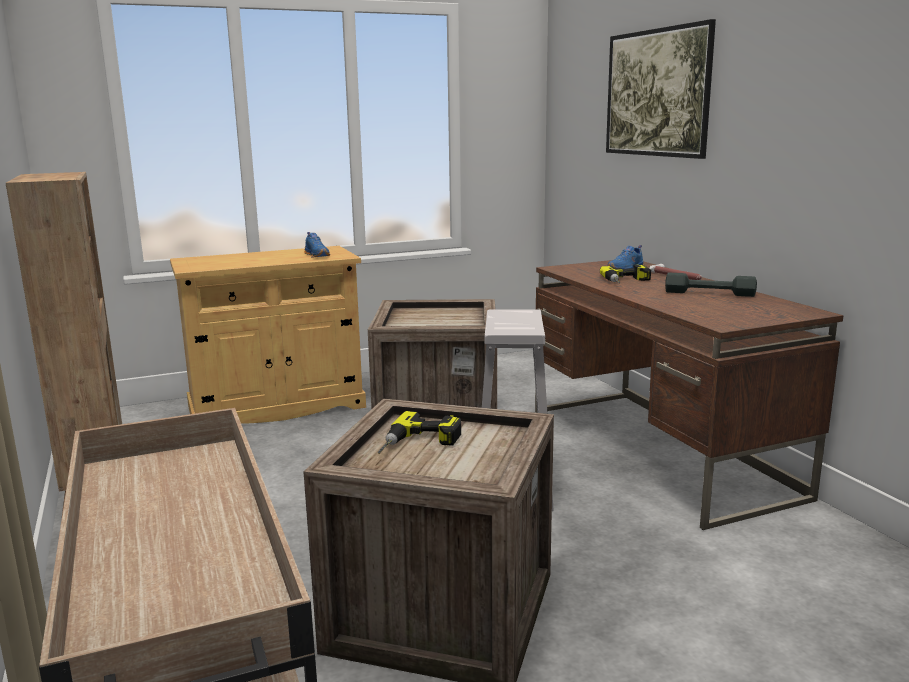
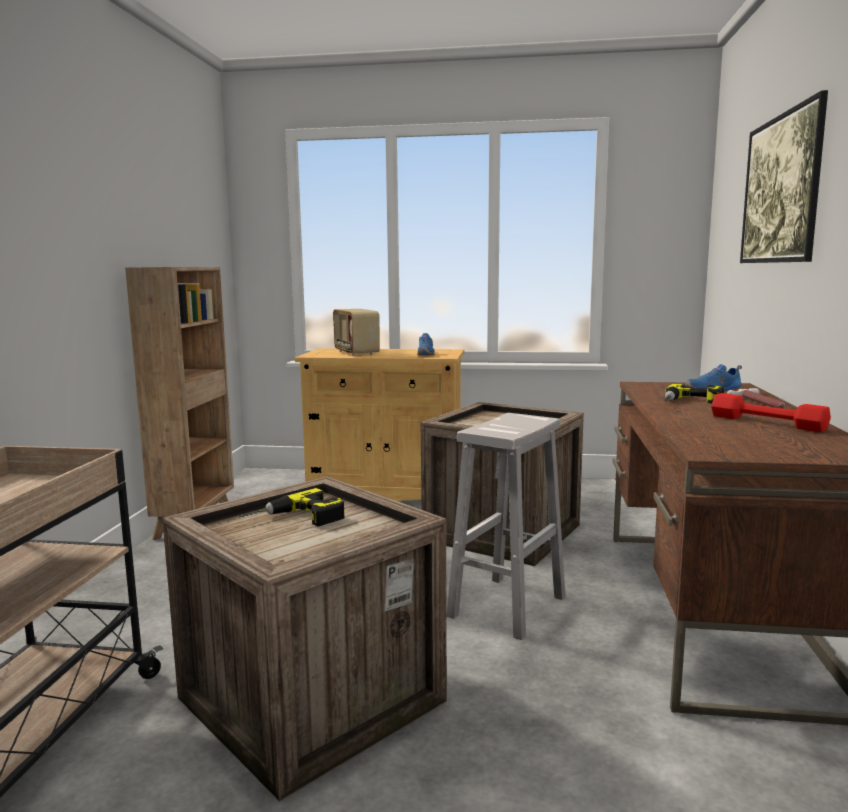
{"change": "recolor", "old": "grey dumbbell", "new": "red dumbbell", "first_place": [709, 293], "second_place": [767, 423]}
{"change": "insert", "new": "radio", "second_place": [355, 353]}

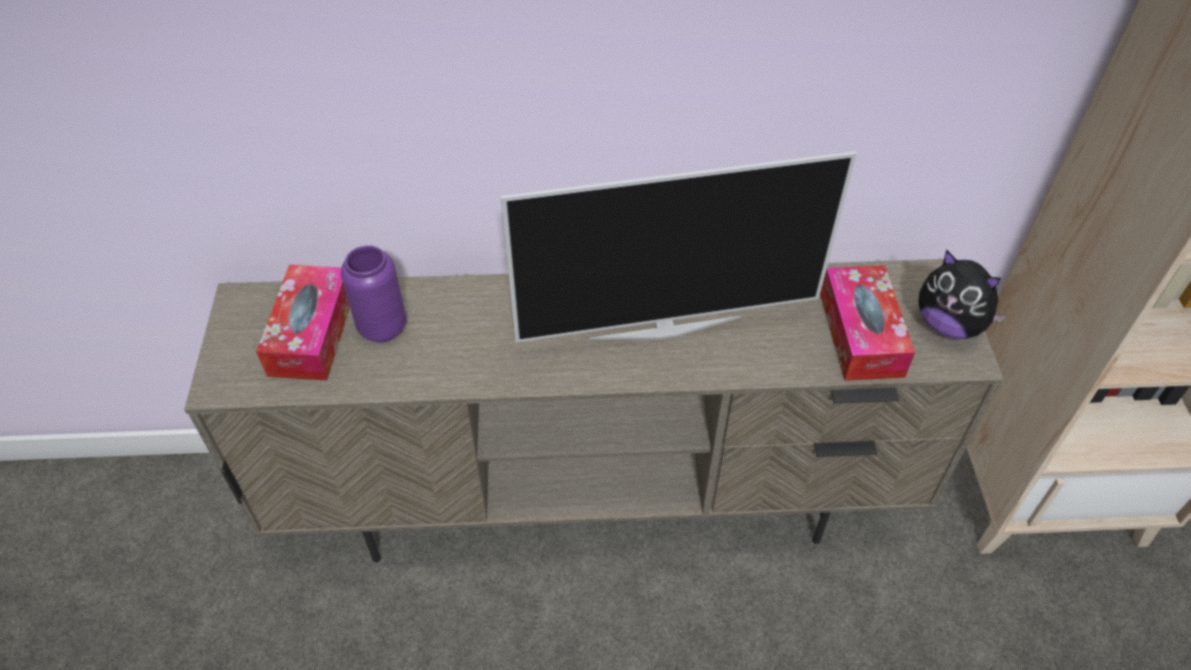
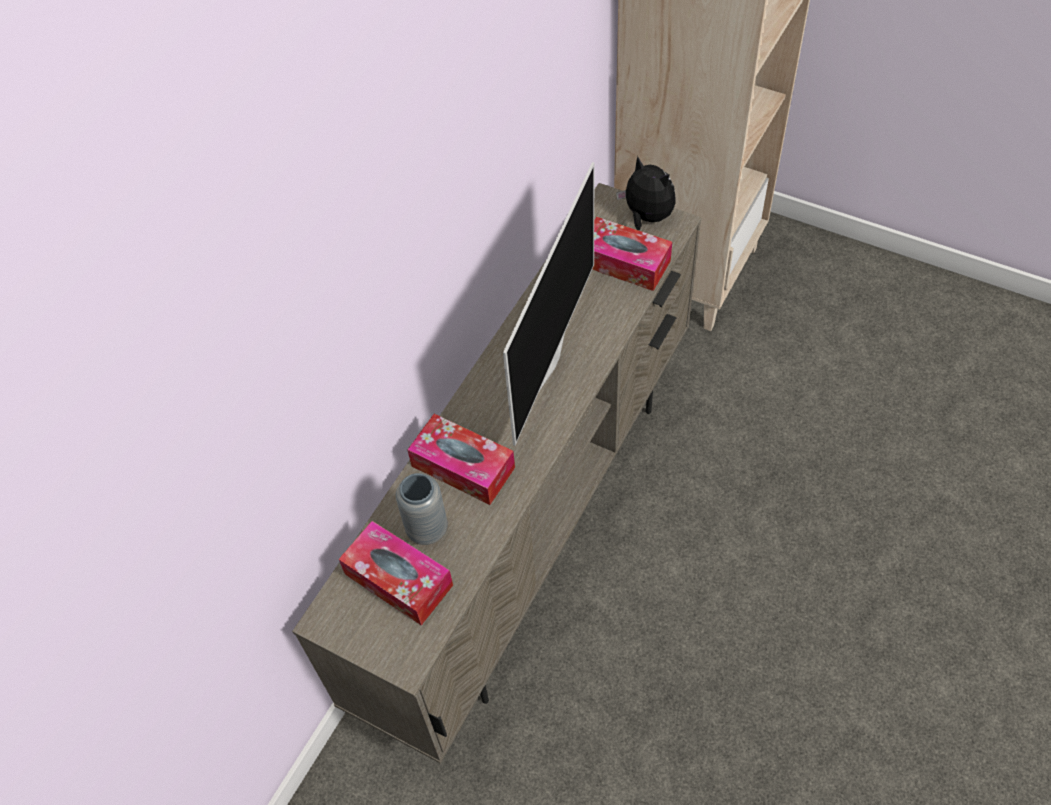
{"change": "recolor", "old": "purple vase", "new": "grey vase", "first_place": [383, 328], "second_place": [427, 529]}
{"change": "rotate", "old": "plush toy", "first_place": [949, 325], "second_place": [646, 217], "degrees": -120}
{"change": "insert", "new": "tissue box", "second_place": [463, 467]}

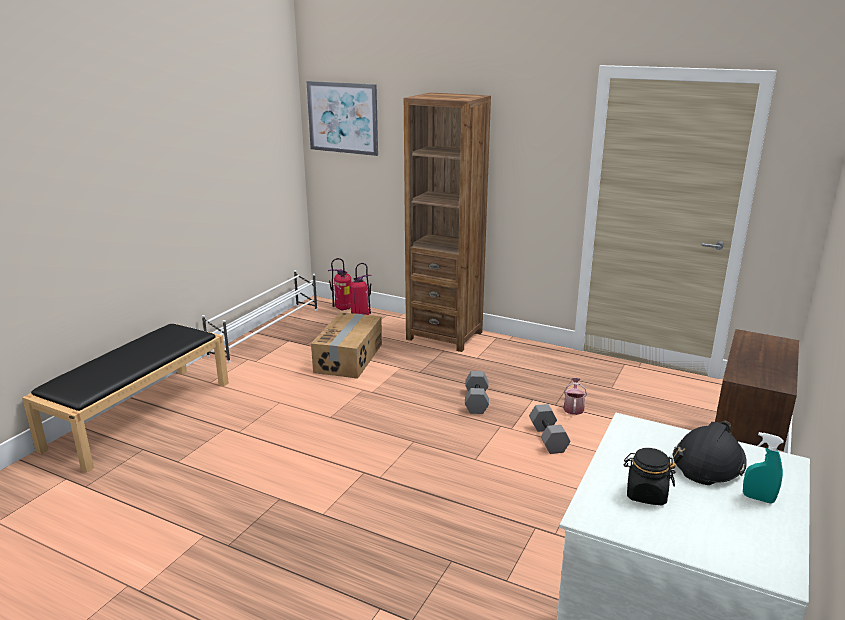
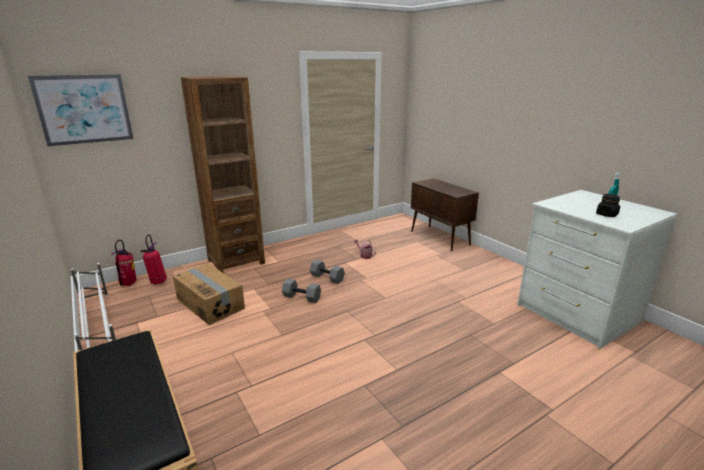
{"change": "move", "old": "grey dumbbell", "first_place": [549, 438], "second_place": [302, 297]}
{"change": "delete", "old": "black hard hat", "first_place": [708, 463]}

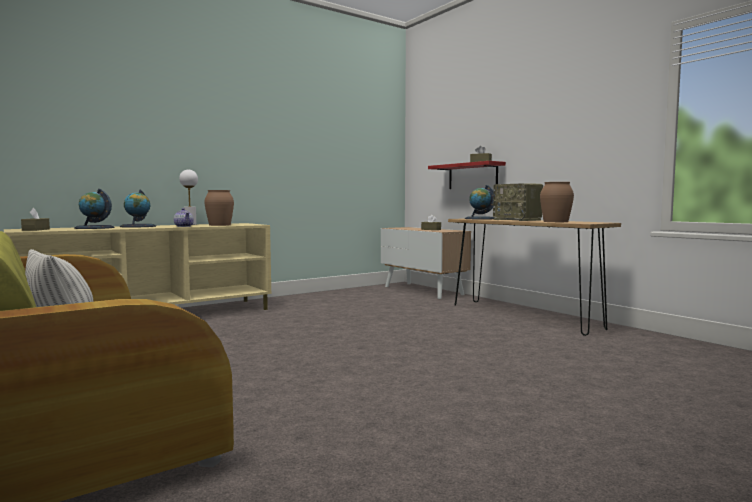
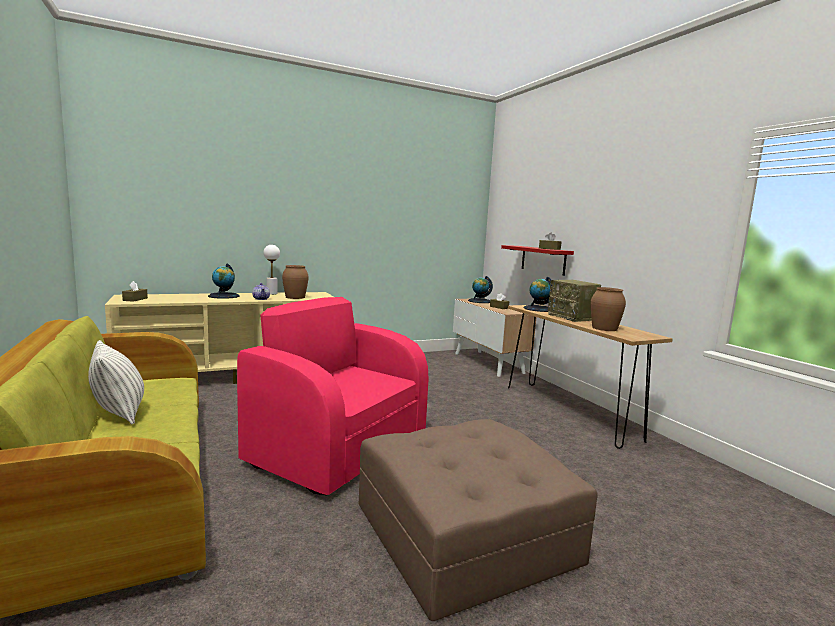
{"change": "move", "old": "globe", "first_place": [94, 228], "second_place": [479, 301]}
{"change": "insert", "new": "pink armchair", "second_place": [339, 447]}
{"change": "insert", "new": "brown ottoman", "second_place": [463, 532]}

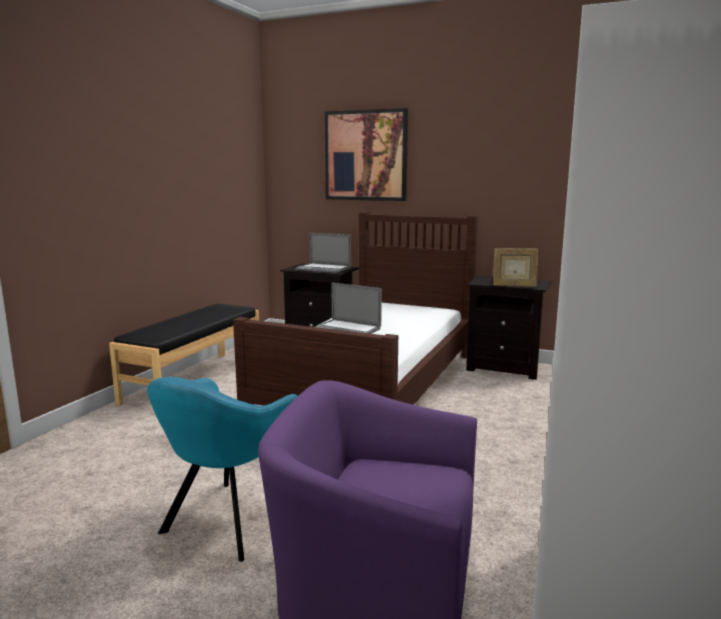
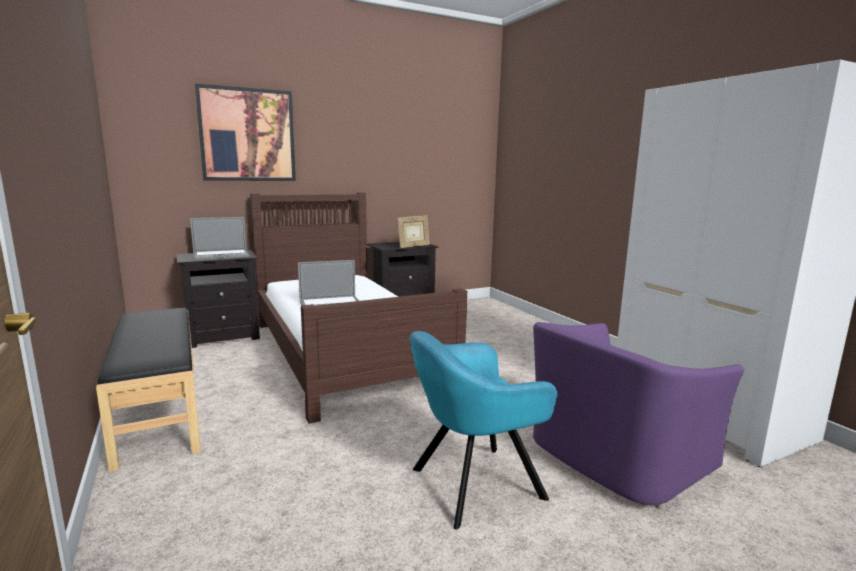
{"change": "rotate", "old": "turquoise armchair", "first_place": [228, 520], "second_place": [472, 485], "degrees": 90}

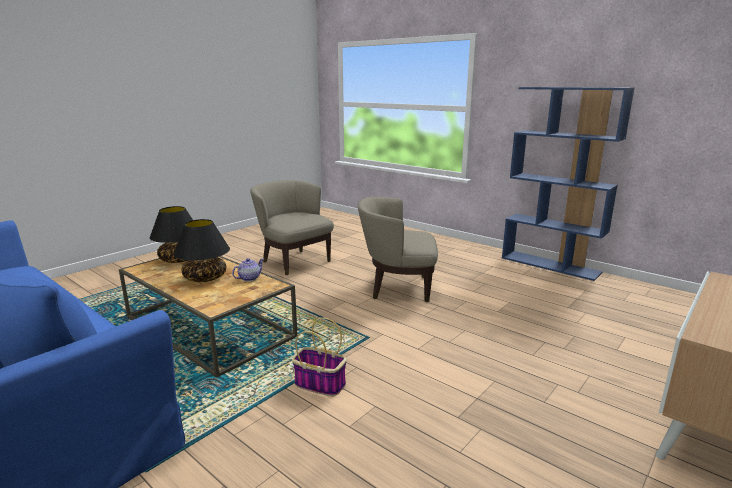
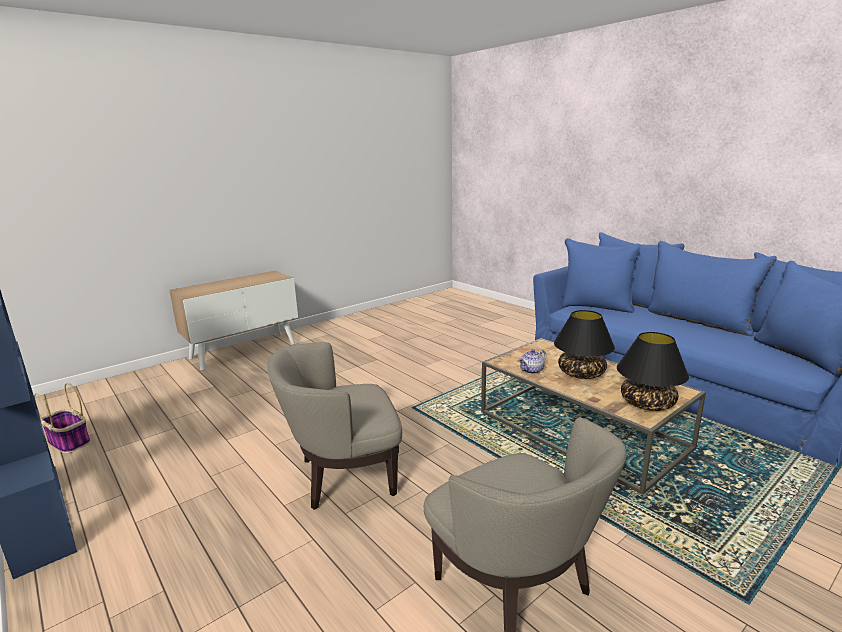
{"change": "move", "old": "basket", "first_place": [319, 384], "second_place": [70, 442]}
{"change": "rotate", "old": "beige armchair", "first_place": [397, 288], "second_place": [343, 476], "degrees": 150}

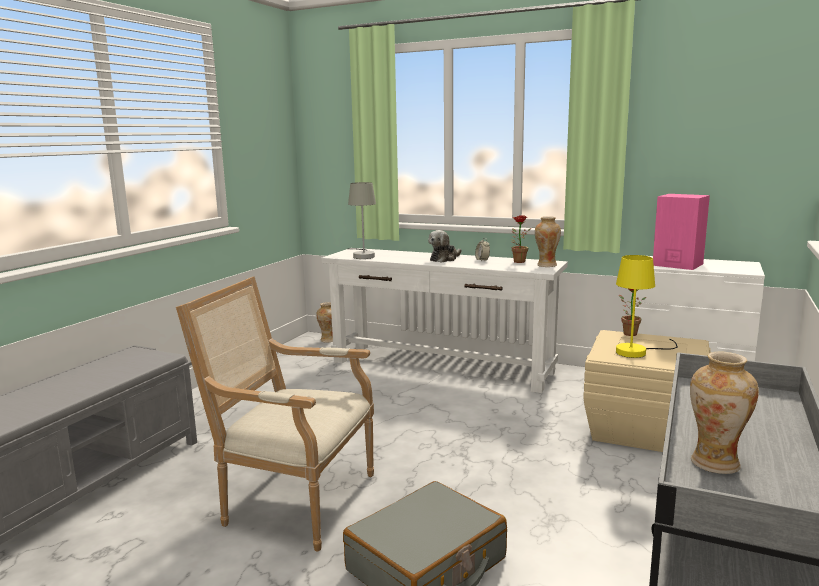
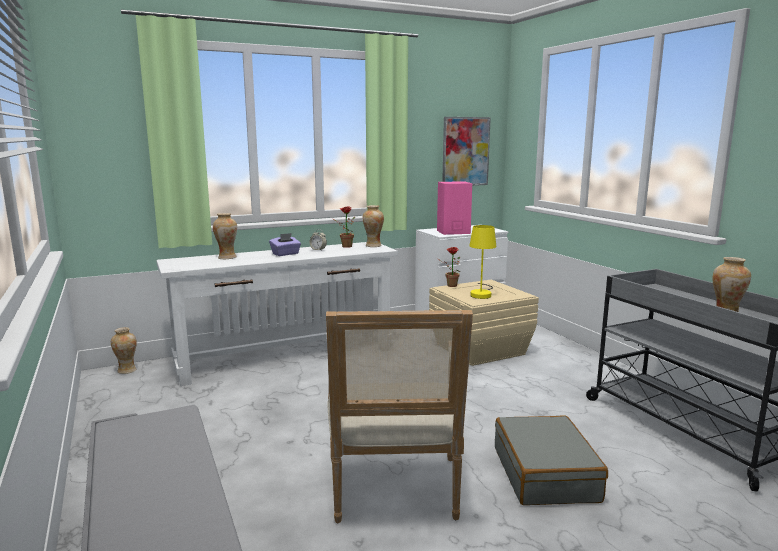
{"change": "rotate", "old": "armchair", "first_place": [293, 500], "second_place": [395, 493], "degrees": -60}
{"change": "delete", "old": "grey table lamp", "first_place": [363, 255]}
{"change": "replace", "old": "plush toy", "new": "purple tissue box", "first_place": [444, 259], "second_place": [285, 254]}
{"change": "insert", "new": "vase", "second_place": [227, 257]}
{"change": "insert", "new": "picture", "second_place": [465, 151]}

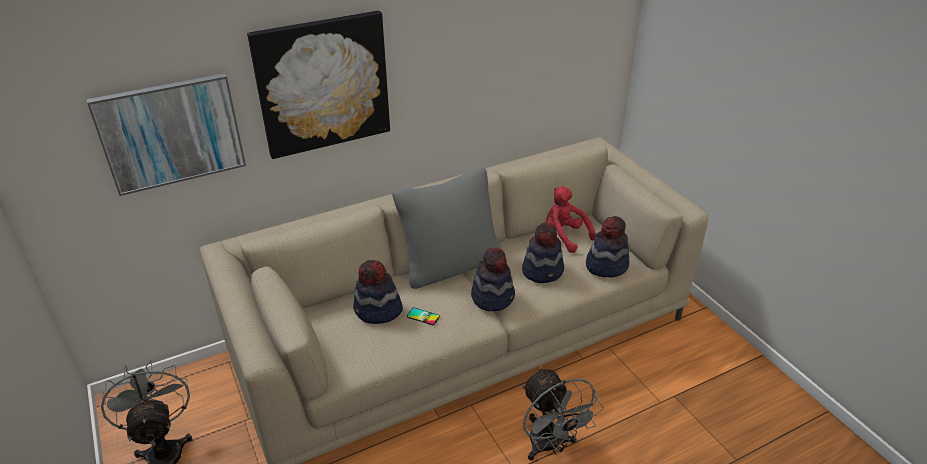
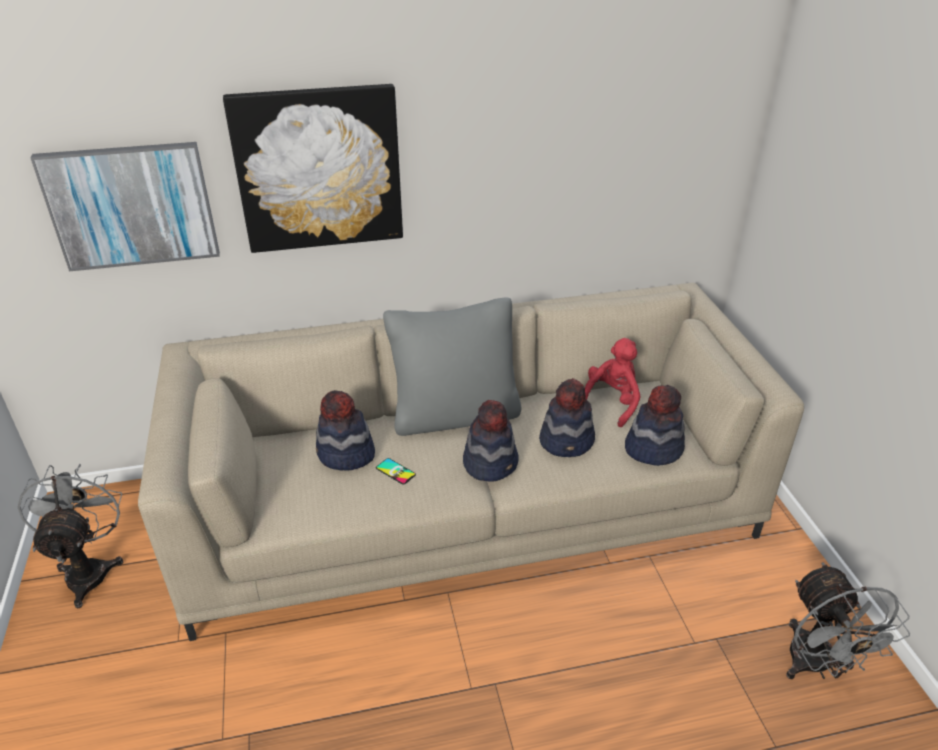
{"change": "move", "old": "grey fan", "first_place": [550, 446], "second_place": [816, 667]}
{"change": "rotate", "old": "red plush toy", "first_place": [563, 237], "second_place": [611, 403], "degrees": 60}

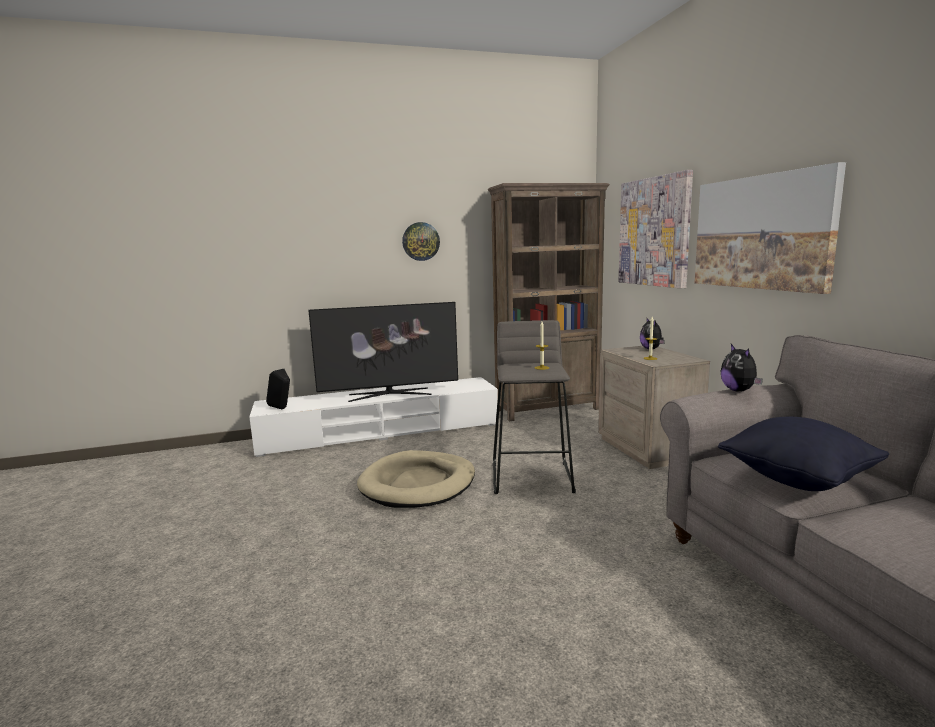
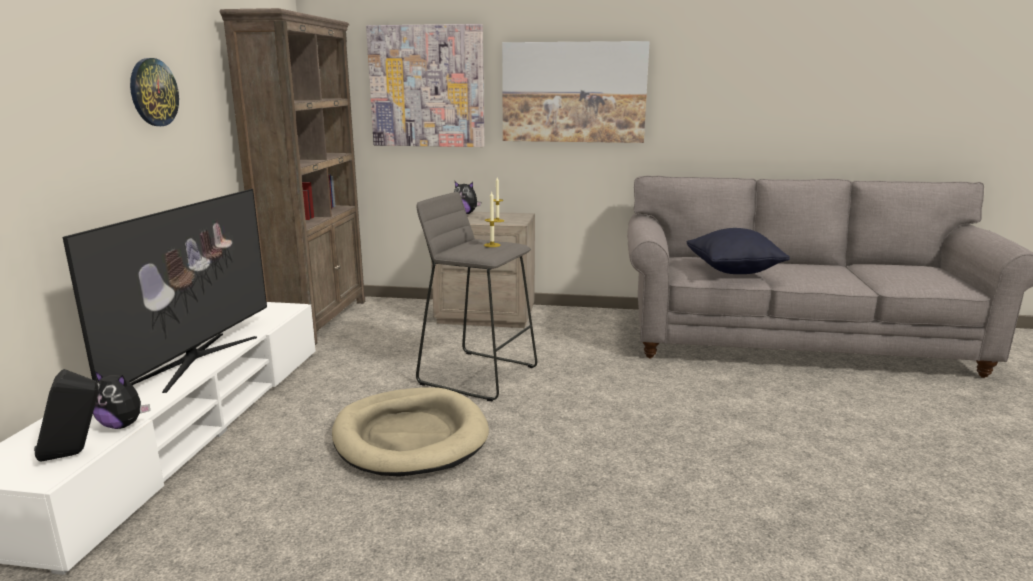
{"change": "move", "old": "plush toy", "first_place": [739, 390], "second_place": [123, 425]}

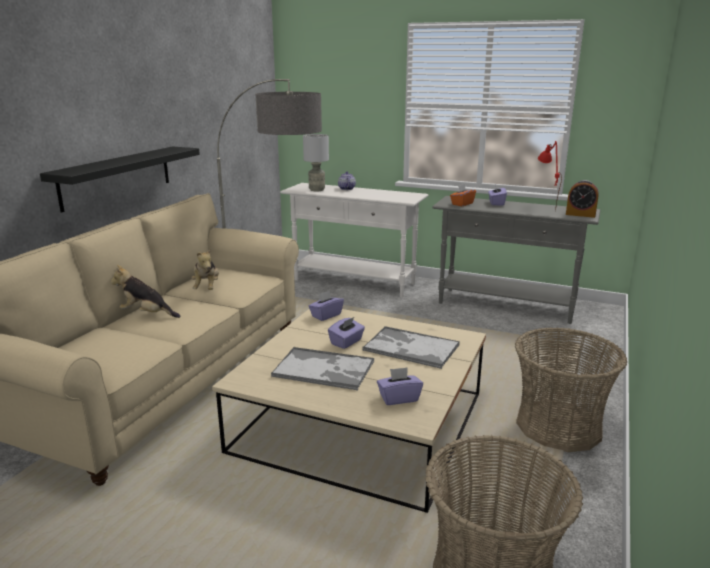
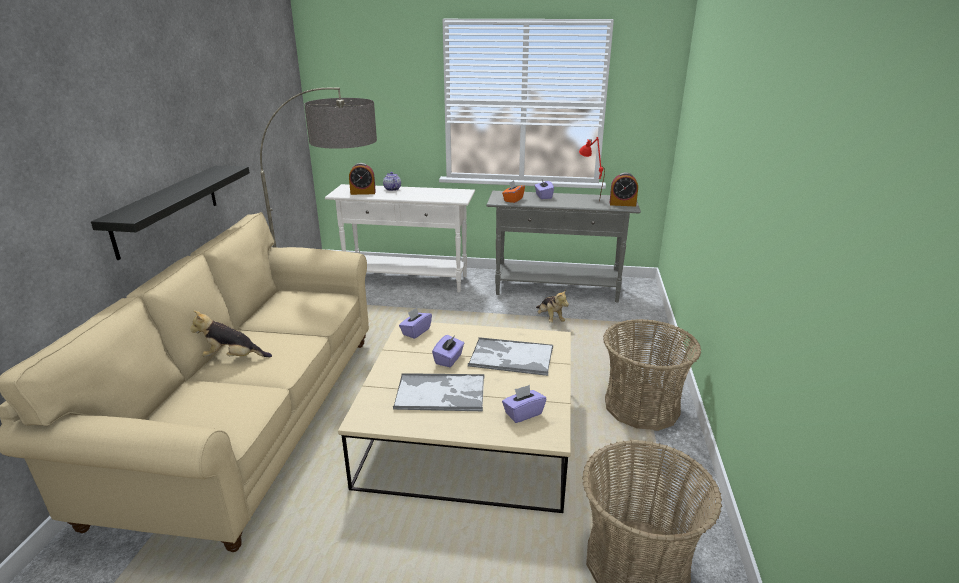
{"change": "move", "old": "plush toy", "first_place": [207, 288], "second_place": [550, 319]}
{"change": "replace", "old": "grey table lamp", "new": "alarm clock", "first_place": [317, 190], "second_place": [363, 193]}

